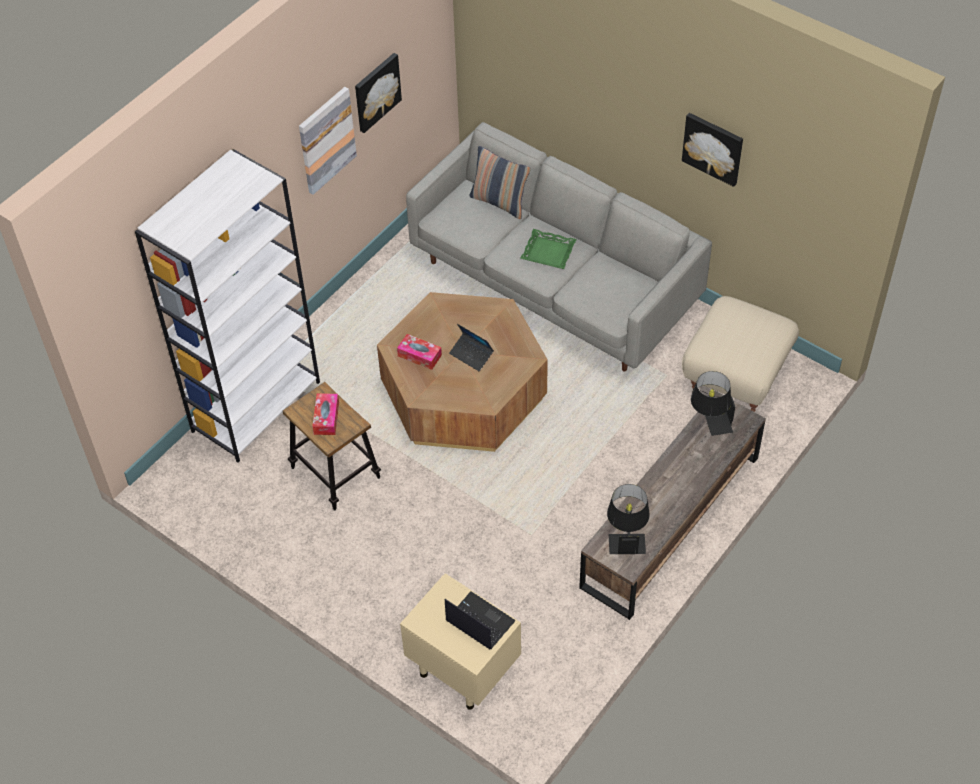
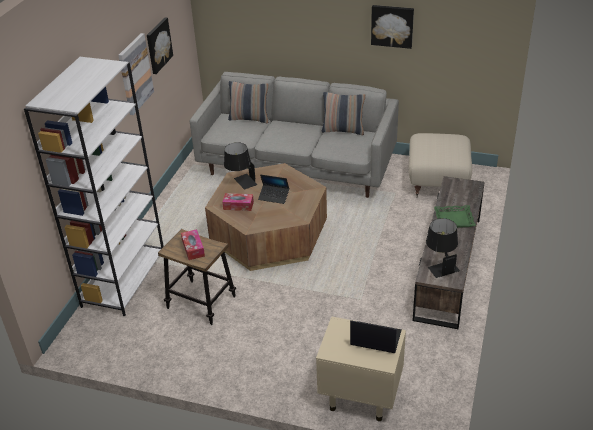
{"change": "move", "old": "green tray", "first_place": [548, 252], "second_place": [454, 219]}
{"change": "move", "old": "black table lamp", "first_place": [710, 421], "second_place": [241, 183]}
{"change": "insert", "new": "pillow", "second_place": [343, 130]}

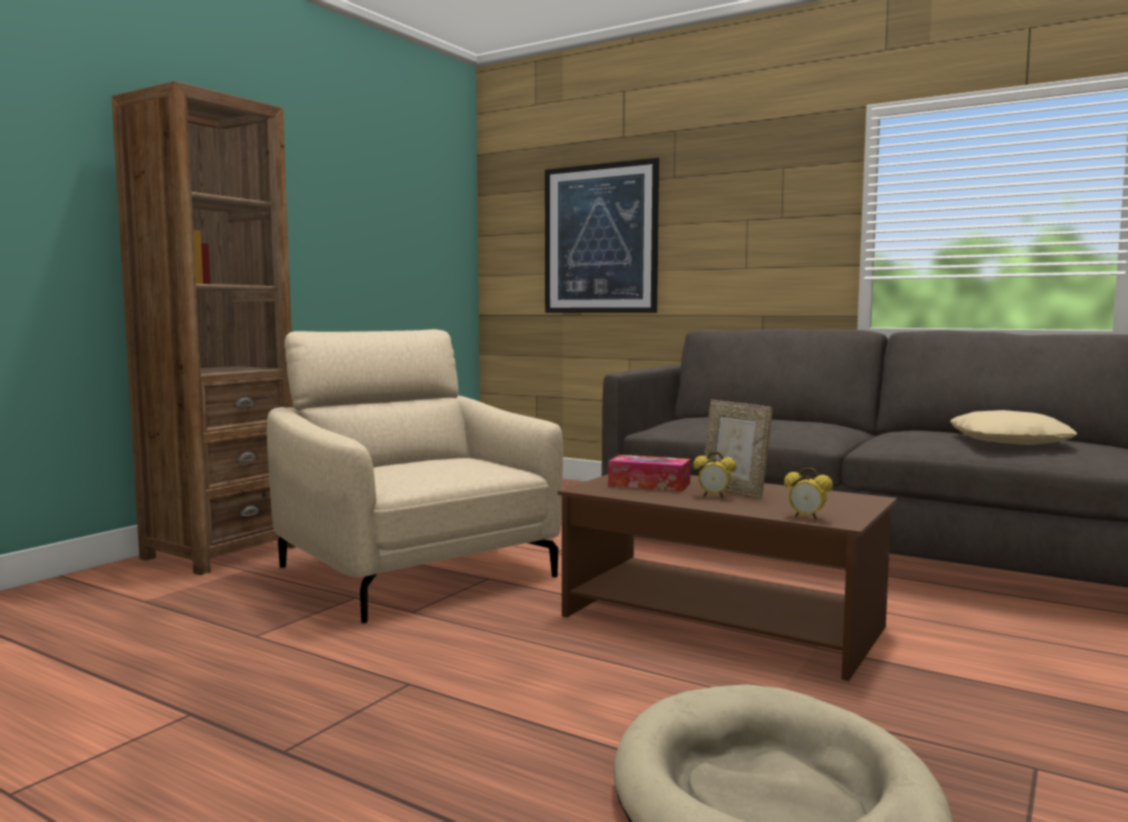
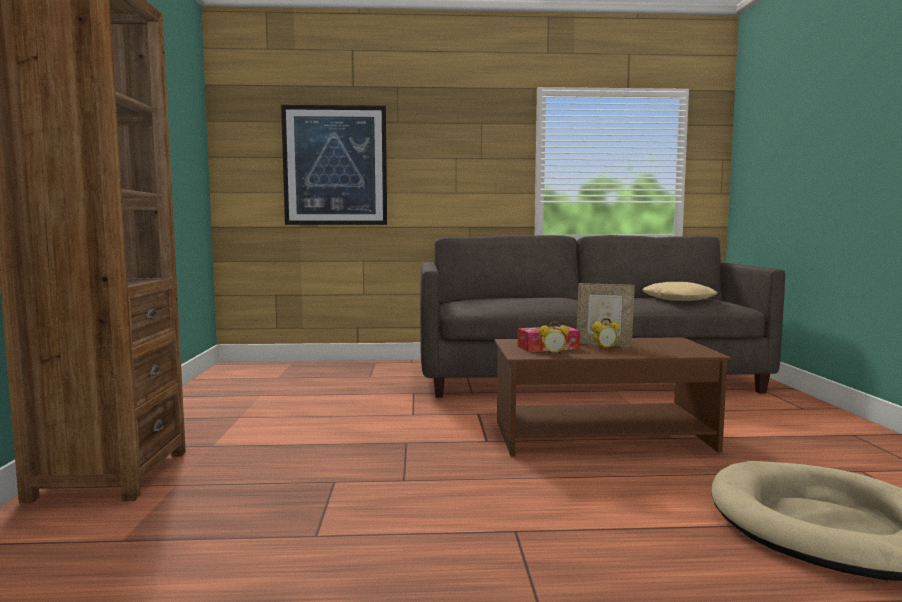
{"change": "delete", "old": "beige armchair", "first_place": [417, 572]}
{"change": "move", "old": "alarm clock", "first_place": [806, 517], "second_place": [553, 354]}

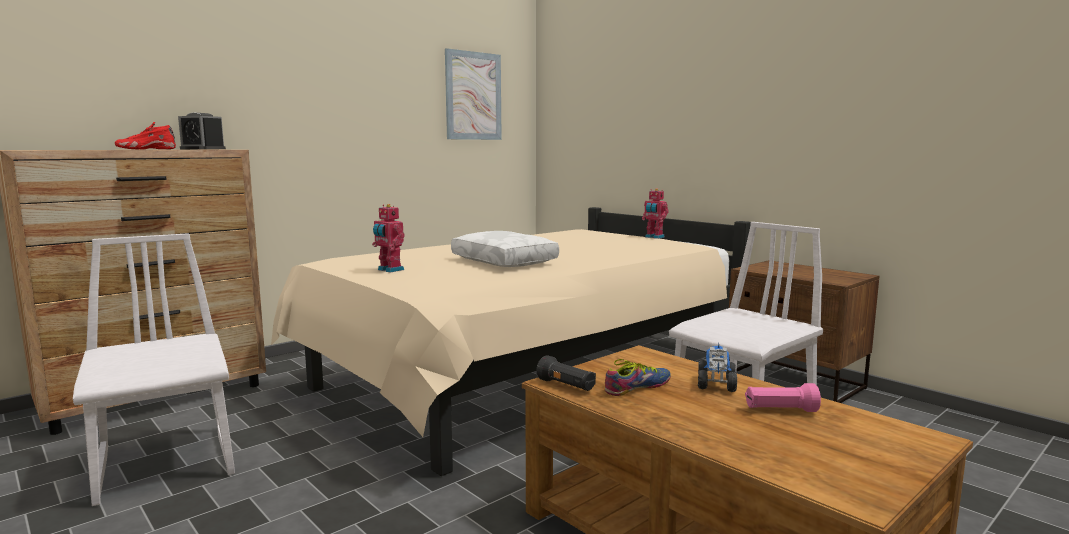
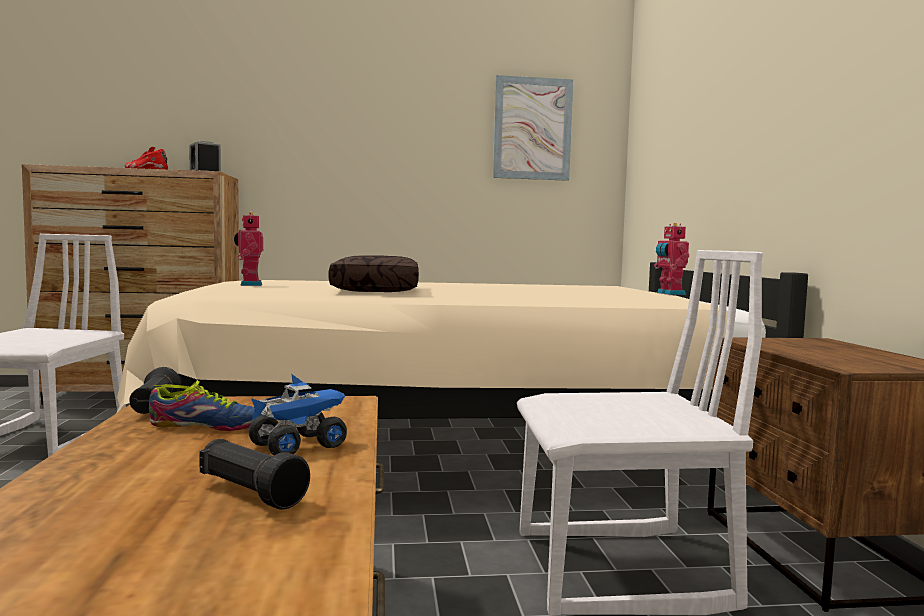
{"change": "recolor", "old": "white pillow", "new": "brown pillow", "first_place": [505, 261], "second_place": [379, 289]}
{"change": "recolor", "old": "pink flashlight", "new": "black flashlight", "first_place": [780, 410], "second_place": [250, 493]}

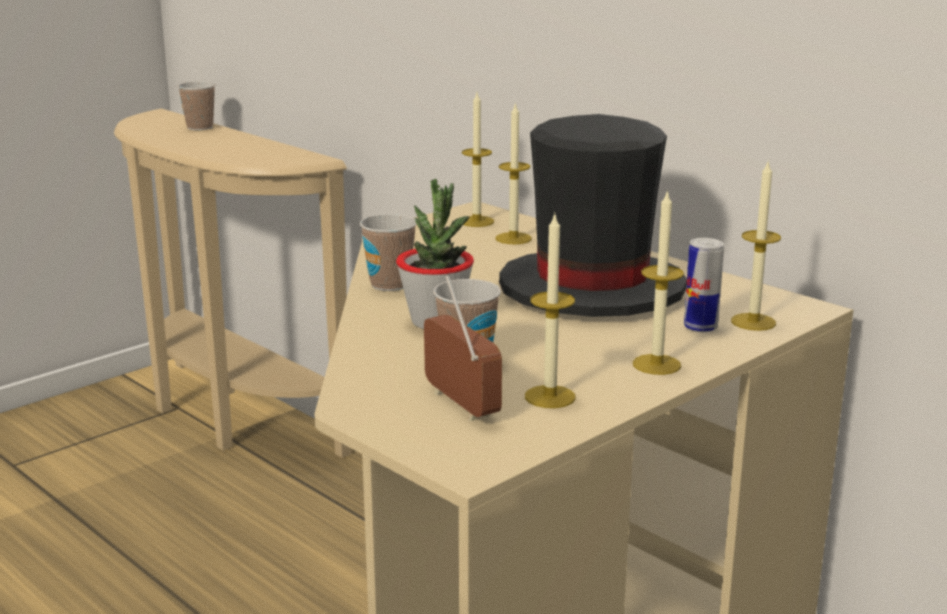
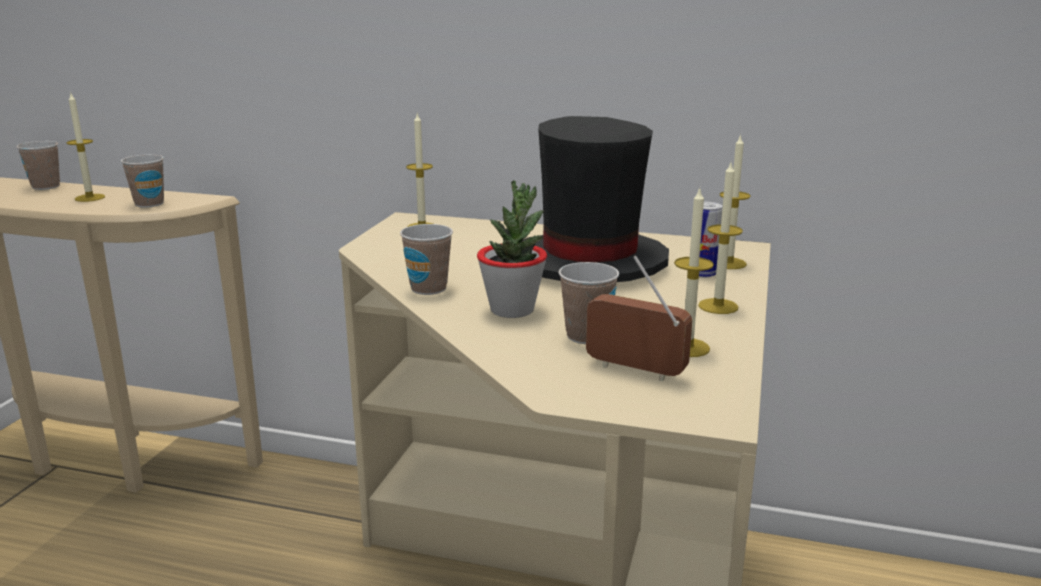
{"change": "move", "old": "candle", "first_place": [513, 238], "second_place": [90, 198]}
{"change": "insert", "new": "cup", "second_place": [149, 204]}

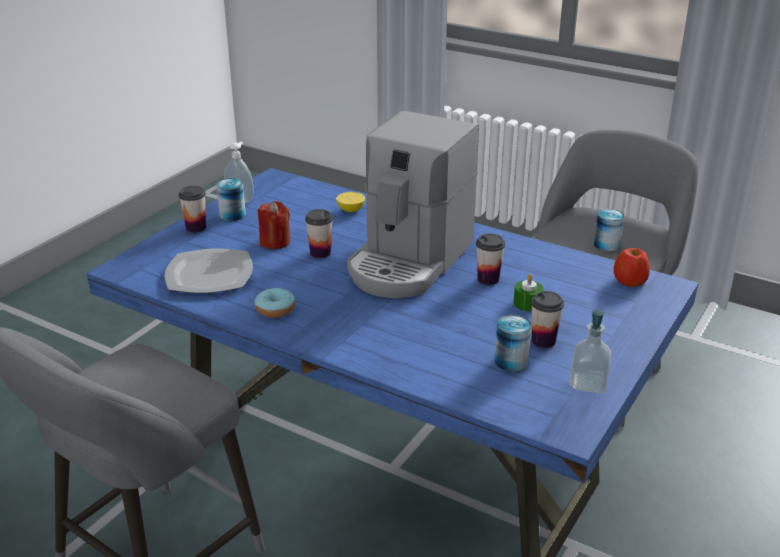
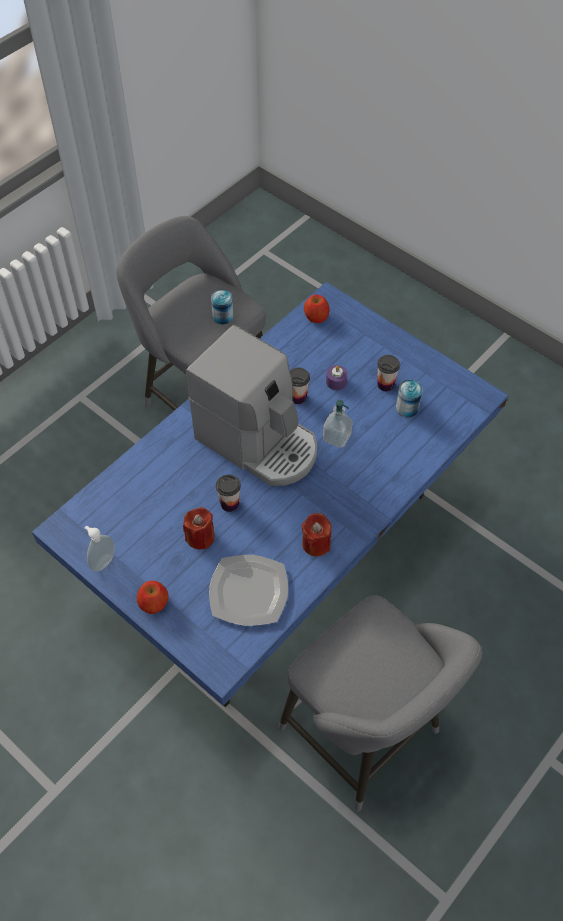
{"change": "replace", "old": "cup", "new": "apple", "first_place": [196, 227], "second_place": [153, 603]}
{"change": "delete", "old": "can", "first_place": [232, 215]}
{"change": "replace", "old": "donut", "new": "red candle", "first_place": [275, 309], "second_place": [316, 544]}
{"change": "delete", "old": "lemon", "first_place": [350, 210]}
{"change": "recolor", "old": "green candle", "new": "purple candle", "first_place": [527, 303], "second_place": [336, 382]}
{"change": "move", "old": "soap dispenser", "first_place": [588, 383], "second_place": [336, 437]}

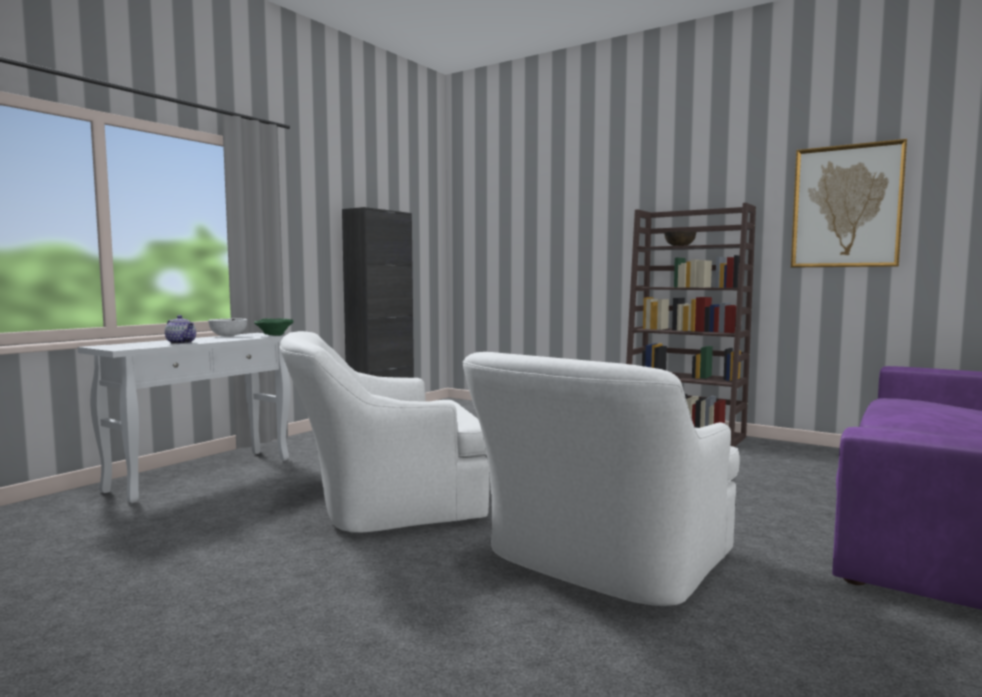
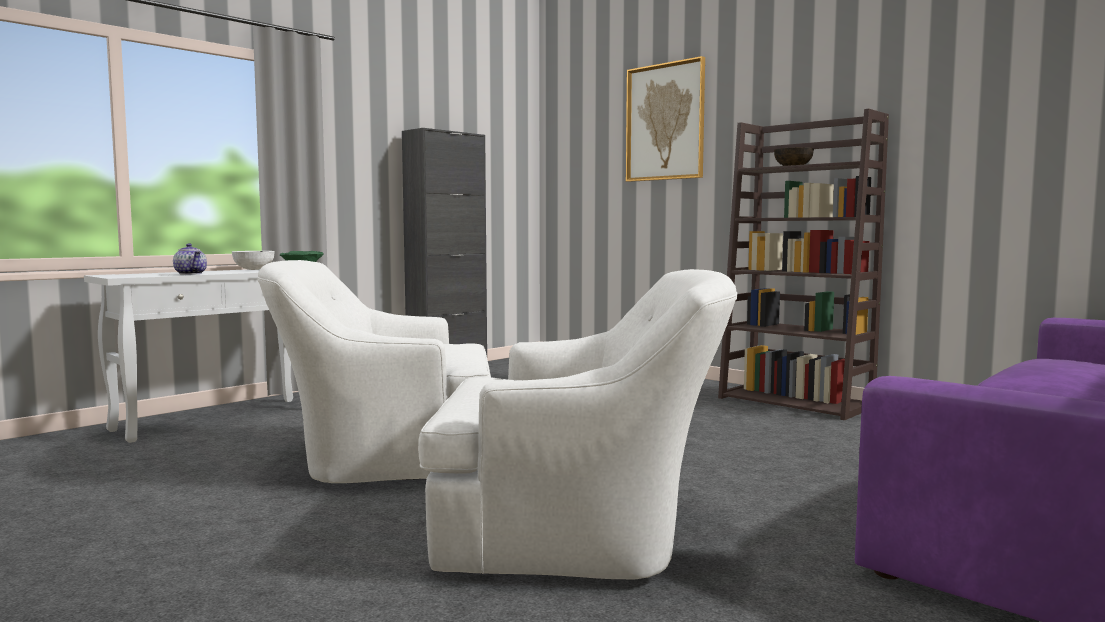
{"change": "rotate", "old": "white armchair", "first_place": [600, 563], "second_place": [581, 532], "degrees": -135}
{"change": "move", "old": "picture", "first_place": [846, 206], "second_place": [665, 122]}

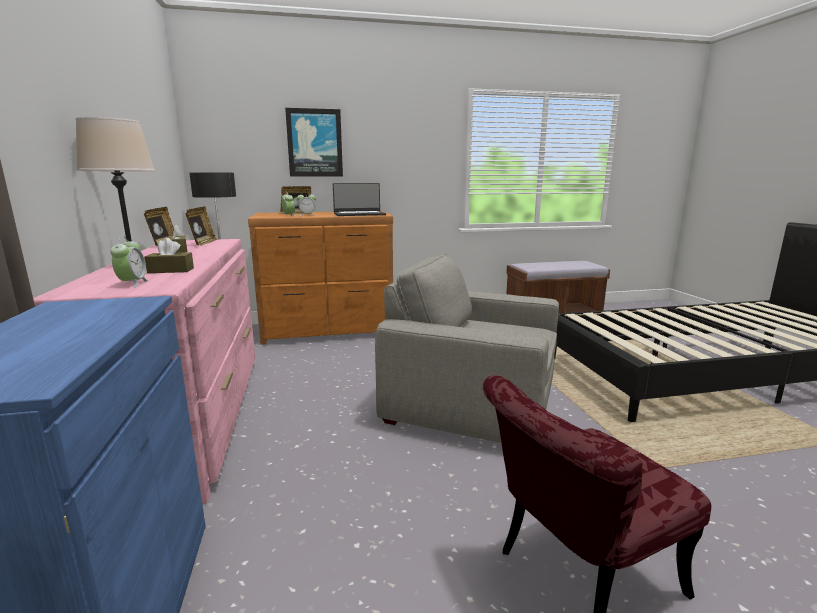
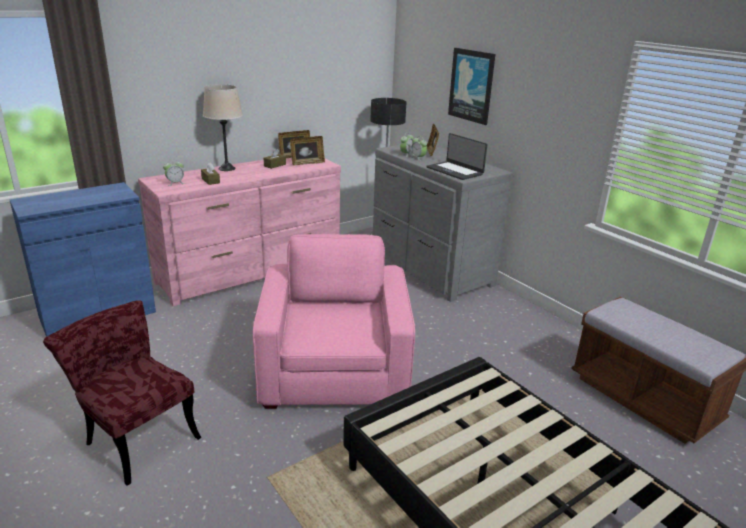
{"change": "recolor", "old": "brown dresser", "new": "grey dresser", "first_place": [328, 330], "second_place": [429, 269]}
{"change": "recolor", "old": "grey armchair", "new": "pink armchair", "first_place": [472, 402], "second_place": [335, 369]}

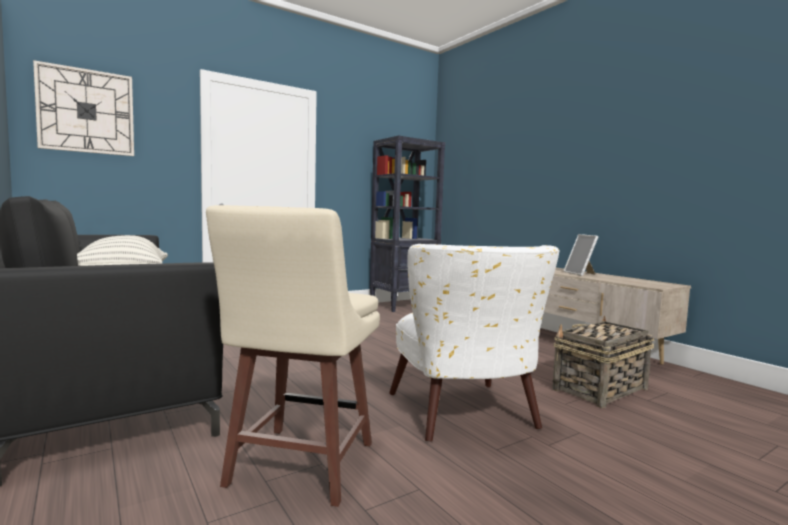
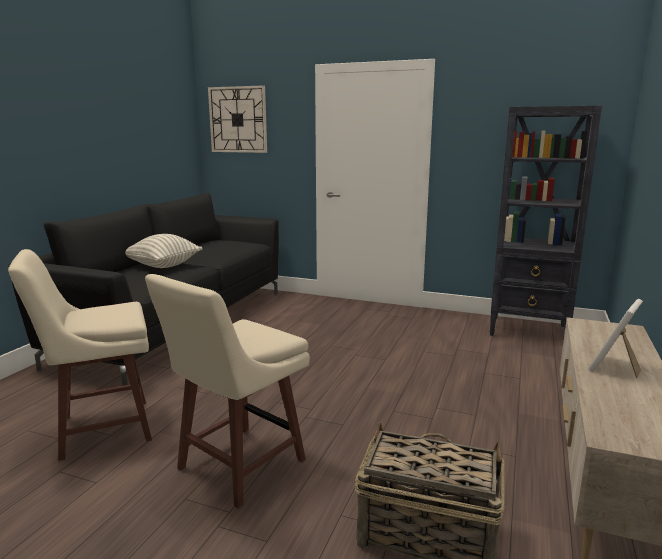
{"change": "replace", "old": "white armchair", "new": "beige stool", "first_place": [467, 418], "second_place": [238, 466]}

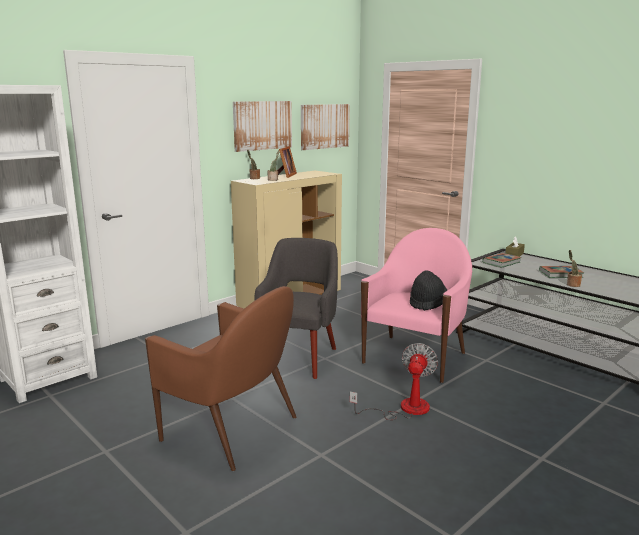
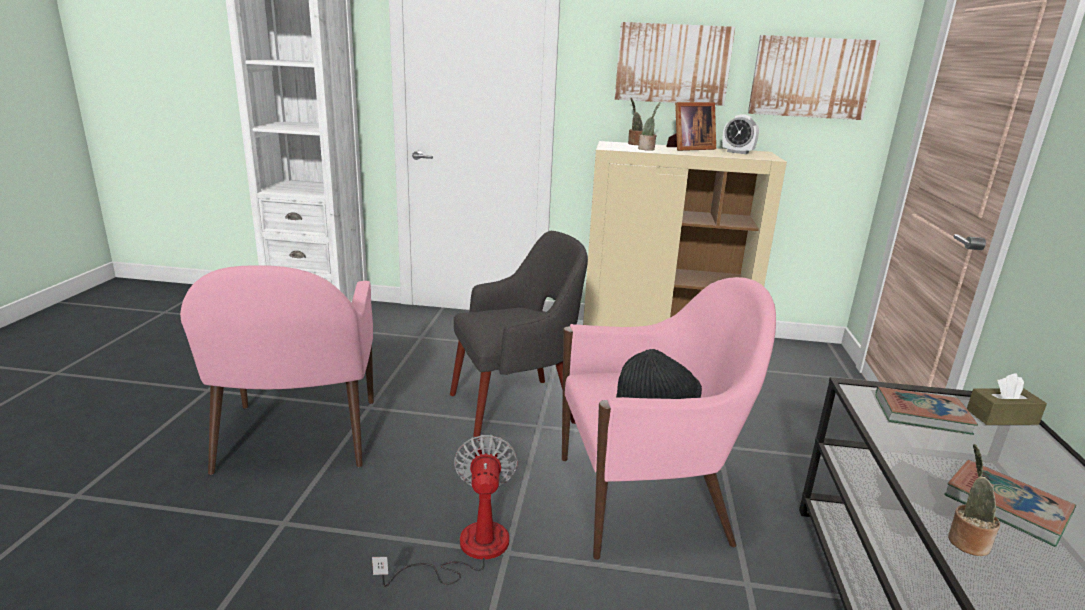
{"change": "recolor", "old": "brown armchair", "new": "pink armchair", "first_place": [232, 430], "second_place": [297, 437]}
{"change": "rotate", "old": "fan", "first_place": [404, 409], "second_place": [468, 550], "degrees": -75}
{"change": "insert", "new": "alarm clock", "second_place": [737, 152]}

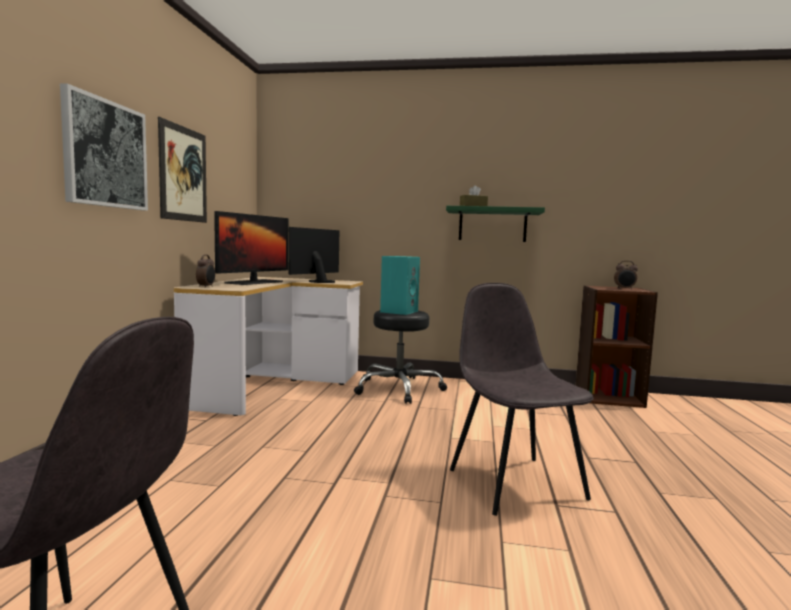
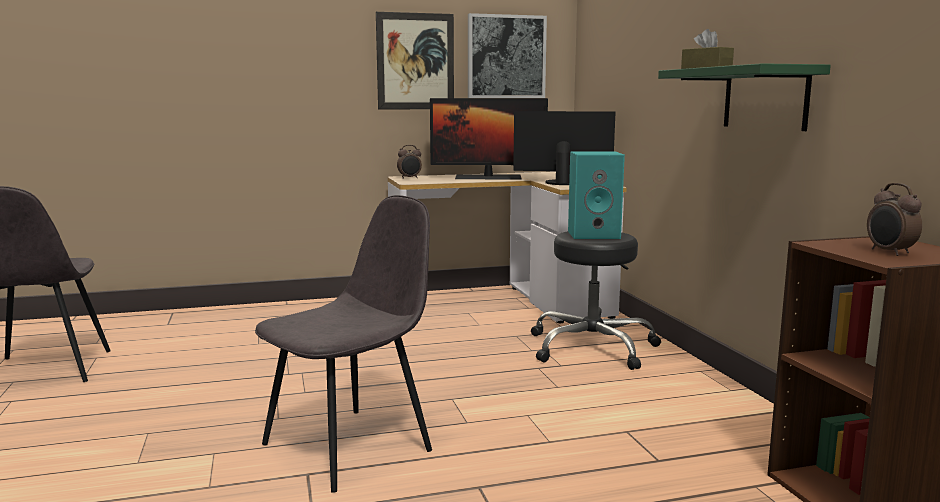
{"change": "move", "old": "picture", "first_place": [105, 154], "second_place": [506, 57]}

